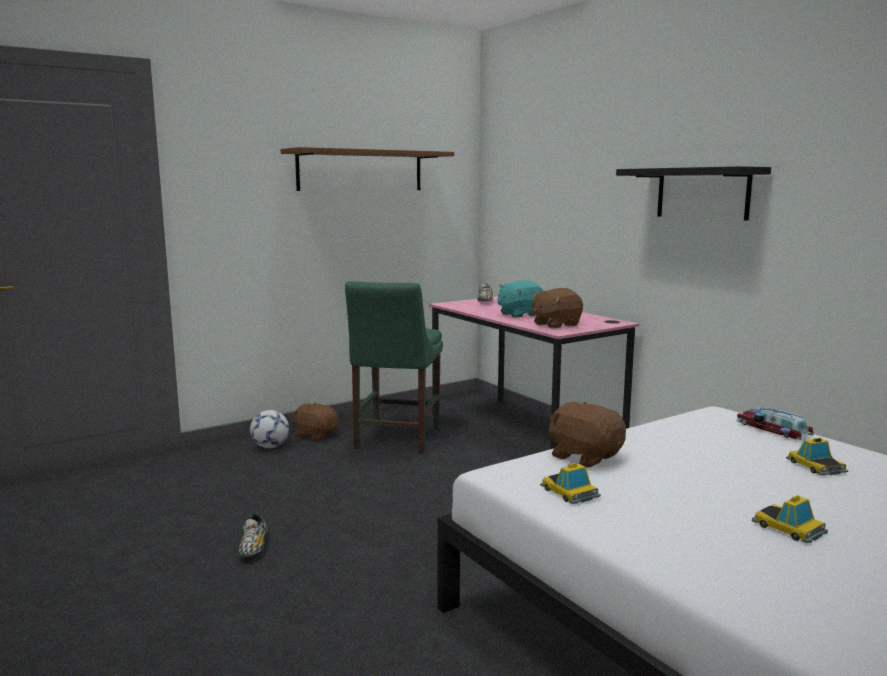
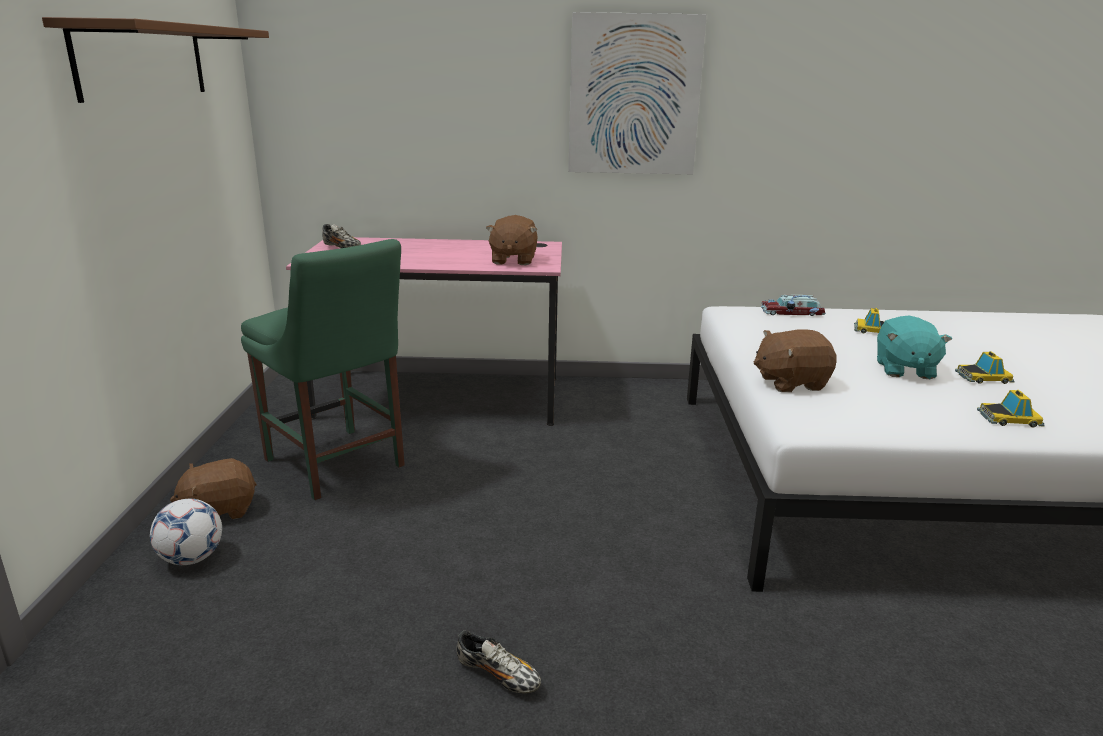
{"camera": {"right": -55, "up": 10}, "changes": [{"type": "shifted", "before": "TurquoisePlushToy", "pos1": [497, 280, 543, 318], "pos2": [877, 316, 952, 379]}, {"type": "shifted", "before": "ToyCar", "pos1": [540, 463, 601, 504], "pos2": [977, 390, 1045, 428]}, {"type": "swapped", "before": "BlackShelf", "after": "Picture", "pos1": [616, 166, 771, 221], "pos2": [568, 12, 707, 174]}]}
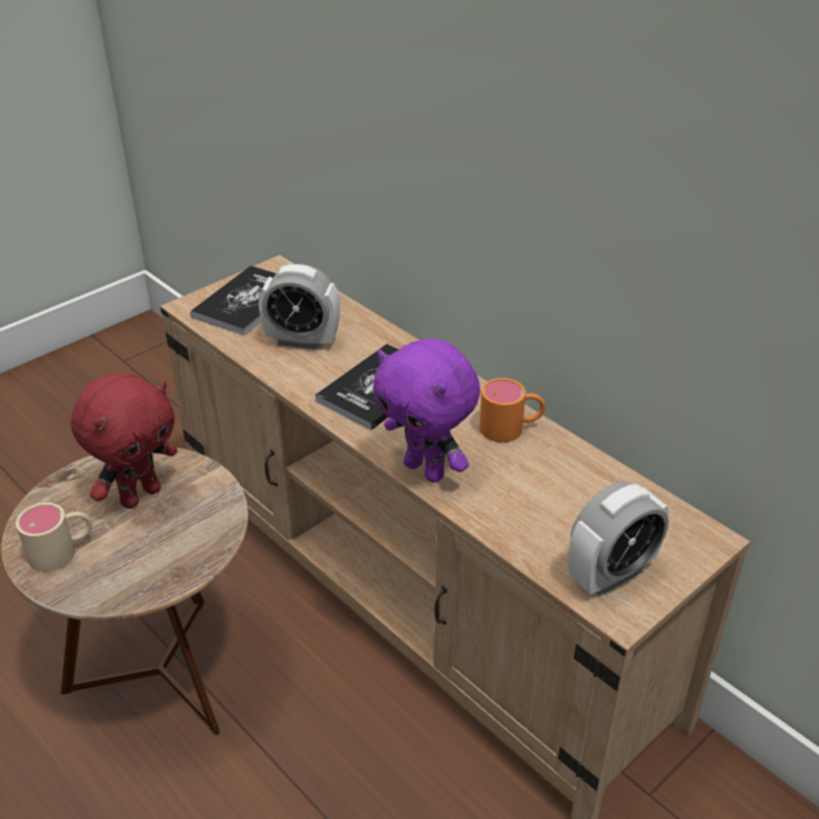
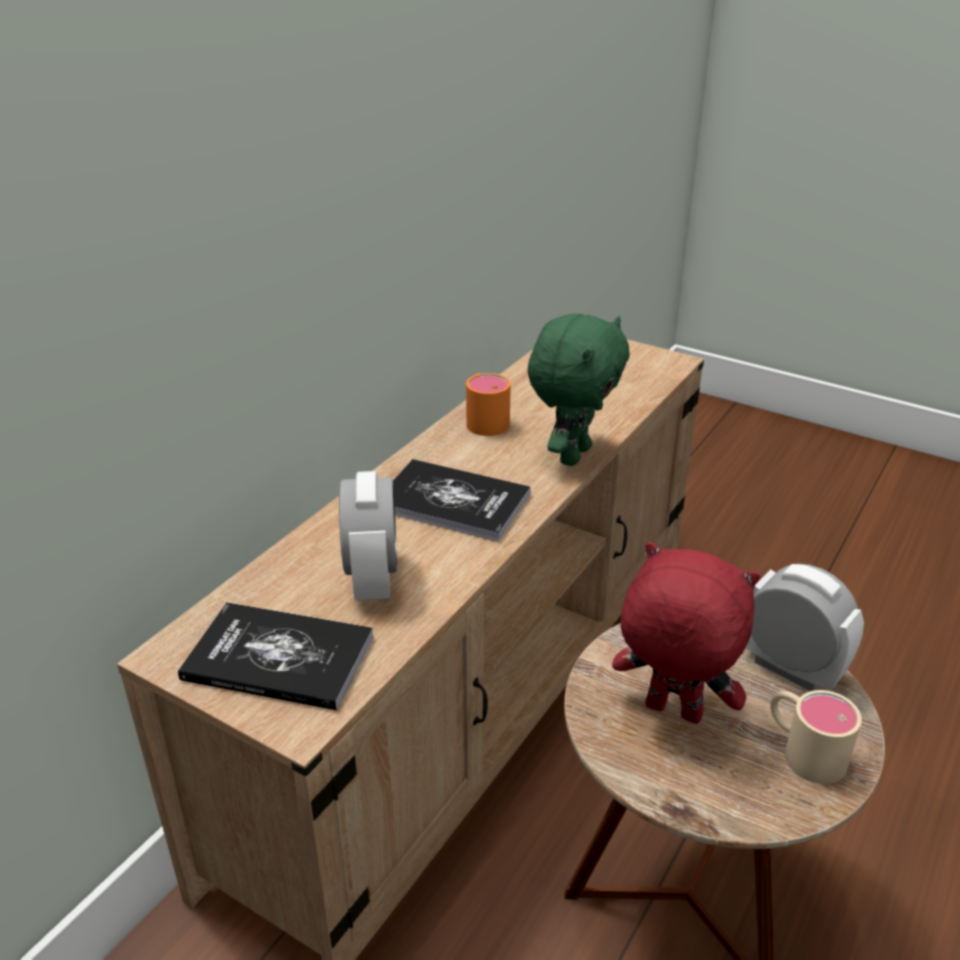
{"camera": {"right": -105, "up": -5}, "changes": [{"type": "repainted", "before": "PurplePlushToy", "after": "GreenPlushToy", "pos1": [373, 339, 480, 483], "pos2": [527, 313, 630, 466]}, {"type": "shifted", "before": "AlarmClock", "pos1": [568, 482, 669, 596], "pos2": [746, 564, 864, 691]}]}
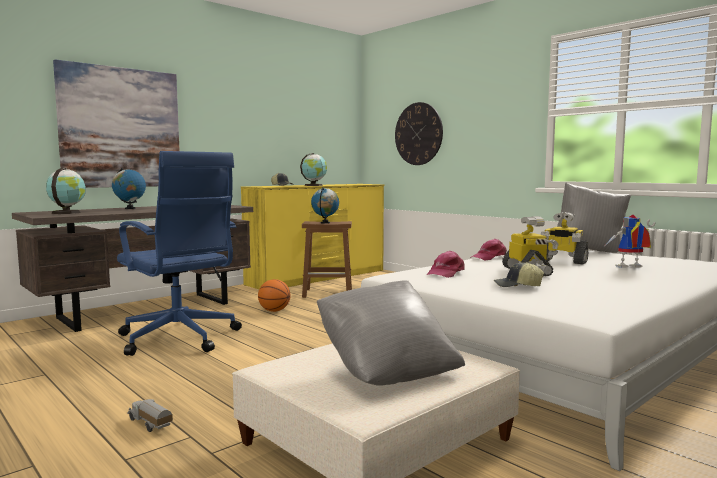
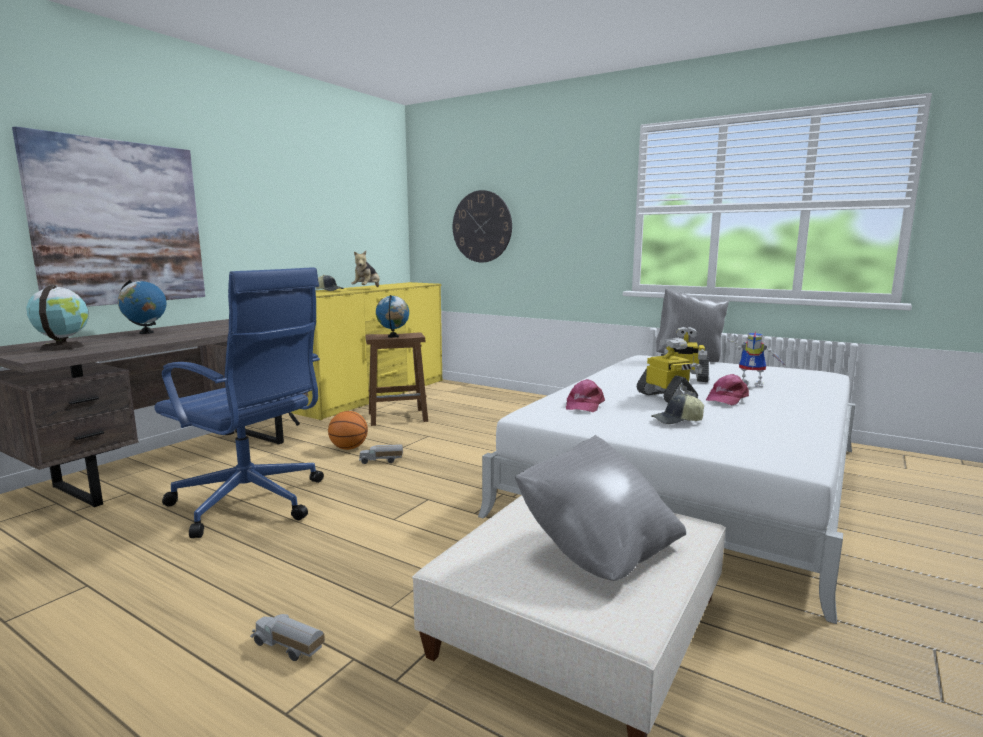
{"camera": {"right": -15, "up": 5}, "changes": [{"type": "swapped", "before": "Globe", "after": "PlushToy", "pos1": [300, 153, 327, 186], "pos2": [351, 251, 380, 287]}, {"type": "shifted", "before": "PinkCap", "pos1": [471, 239, 507, 260], "pos2": [706, 374, 749, 405]}, {"type": "rotated", "before": "ToyRobot", "pos1": [605, 215, 655, 268], "pos2": [727, 330, 786, 387], "turn": -135}, {"type": "new", "after": "ToyTruck", "pos2": [359, 444, 403, 464]}]}
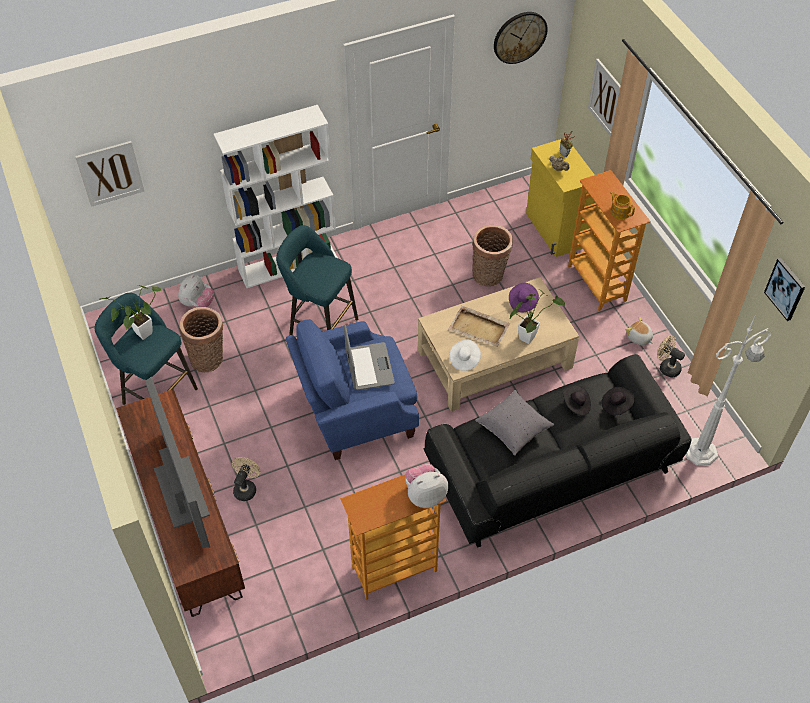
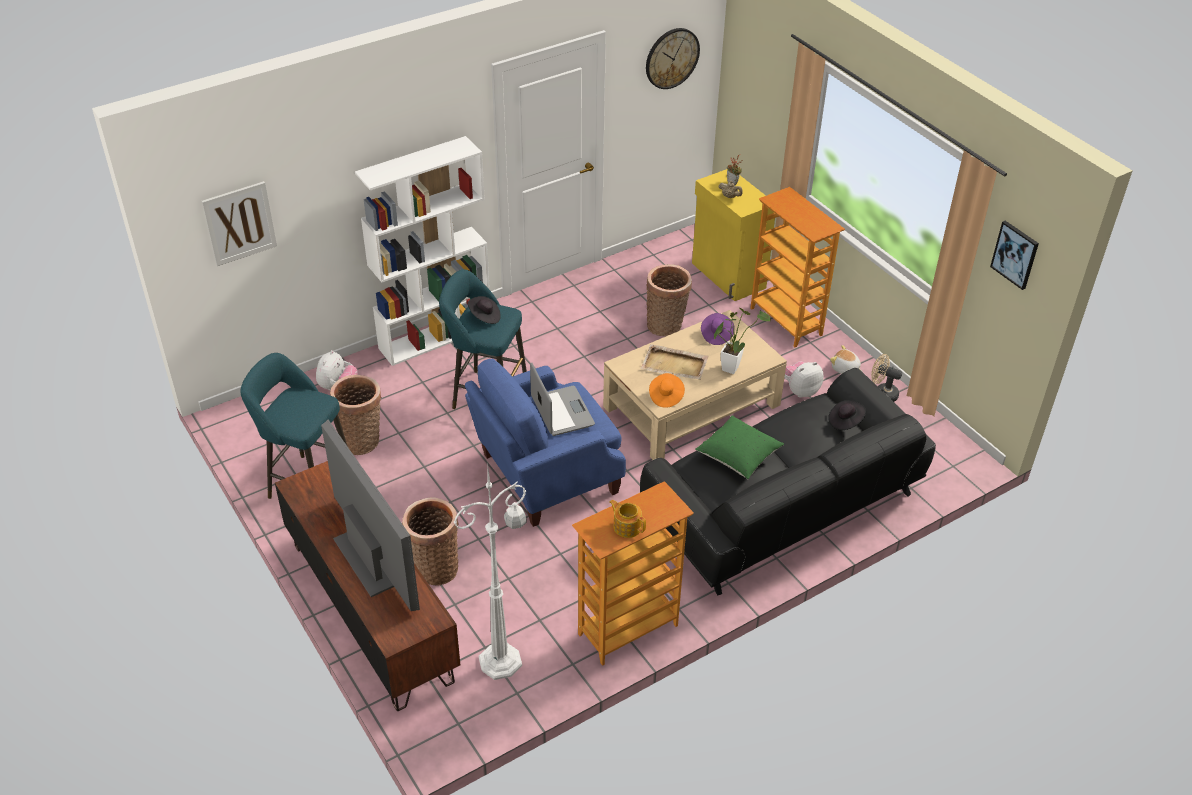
{"camera": {"right": -10, "up": -10}, "changes": [{"type": "gone", "before": "PottedPlant", "pos1": [100, 285, 161, 340]}, {"type": "swapped", "before": "BeigeFan", "after": "Basket", "pos1": [232, 457, 260, 501], "pos2": [402, 498, 459, 586]}, {"type": "shifted", "before": "PlushToy", "pos1": [405, 464, 448, 508], "pos2": [784, 361, 824, 398]}, {"type": "repainted", "before": "WhiteHat", "after": "OrangeHat", "pos1": [450, 339, 481, 371], "pos2": [649, 373, 685, 408]}, {"type": "repainted", "before": "GreyPillow", "after": "GreenPillow", "pos1": [476, 390, 554, 456], "pos2": [695, 415, 784, 479]}, {"type": "shifted", "before": "BlackHat", "pos1": [563, 385, 591, 416], "pos2": [468, 296, 501, 324]}, {"type": "gone", "before": "Picture", "pos1": [588, 59, 621, 137]}, {"type": "shifted", "before": "Teapot", "pos1": [610, 191, 635, 219], "pos2": [609, 500, 646, 538]}, {"type": "shifted", "before": "WhiteFloorLamp", "pos1": [686, 315, 771, 466], "pos2": [454, 469, 527, 680]}]}
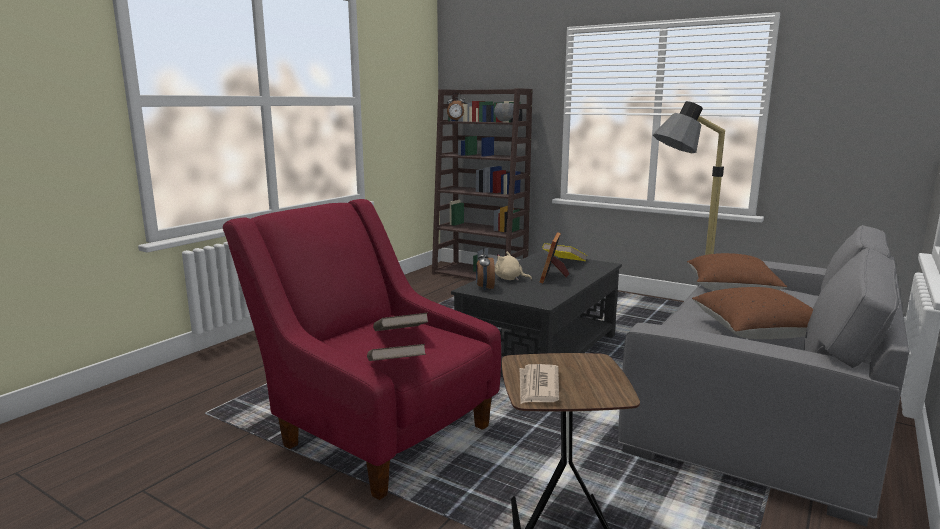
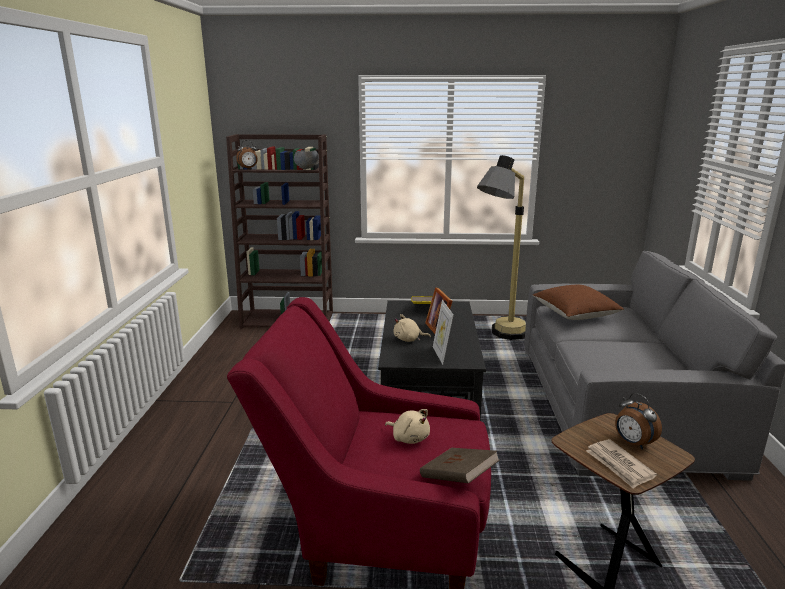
{"camera": {"right": -30, "up": 5}, "changes": [{"type": "swapped", "before": "BrownBook", "after": "BeigePlushToy", "pos1": [373, 313, 429, 331], "pos2": [385, 409, 430, 444]}, {"type": "shifted", "before": "AlarmClock", "pos1": [476, 247, 495, 291], "pos2": [615, 393, 662, 450]}, {"type": "gone", "before": "BrownPillow", "pos1": [692, 287, 813, 339]}, {"type": "new", "after": "PictureFrame", "pos2": [433, 300, 454, 365]}]}
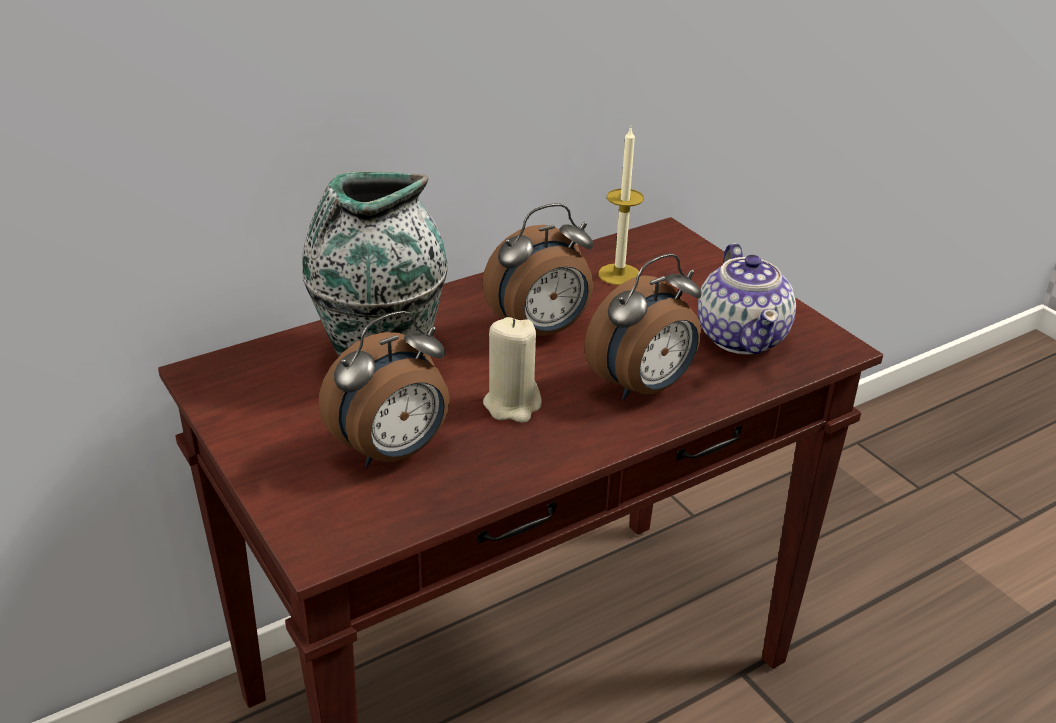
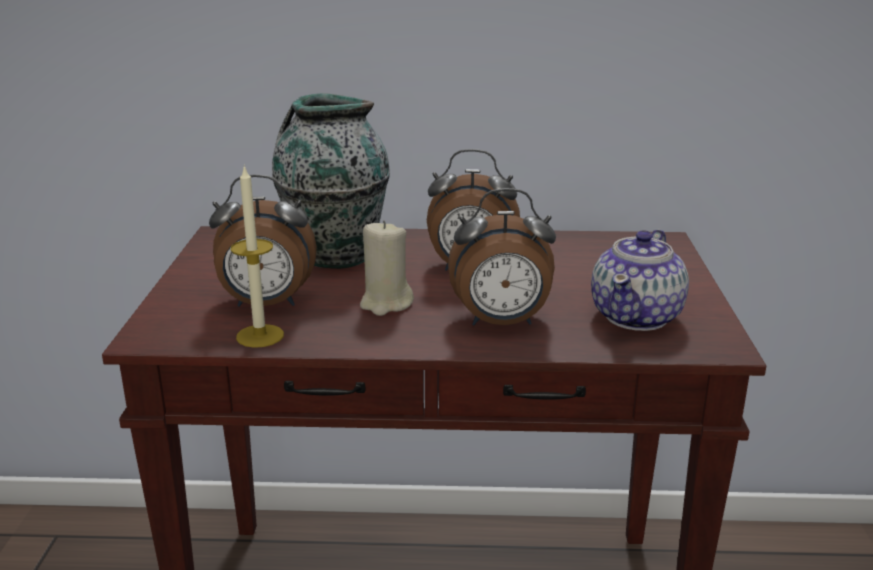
{"camera": {"right": 35, "up": -10}, "changes": [{"type": "shifted", "before": "Candle", "pos1": [599, 126, 644, 285], "pos2": [230, 165, 284, 348]}]}
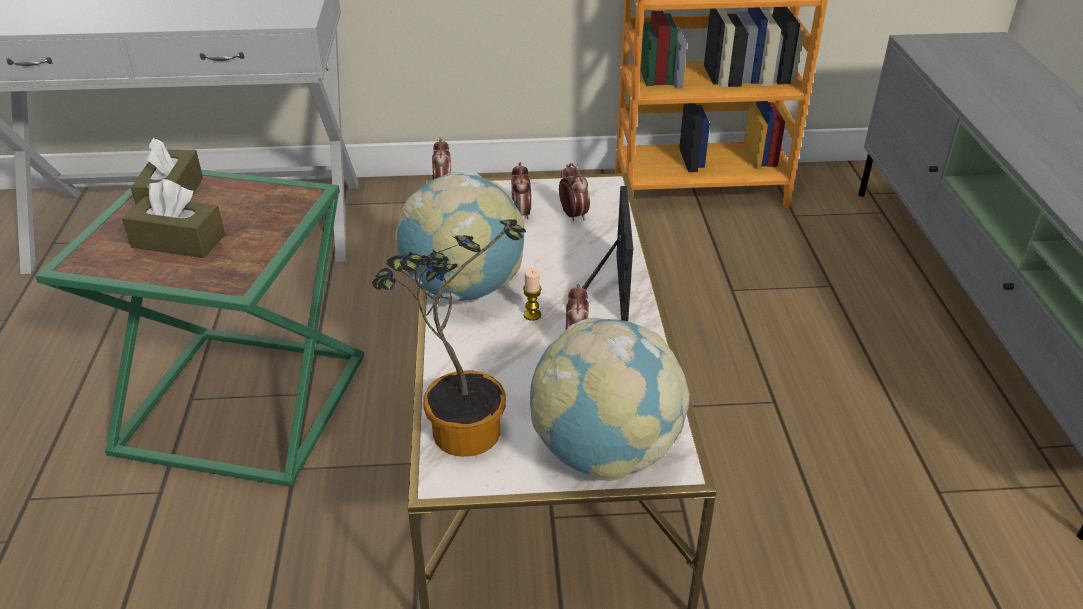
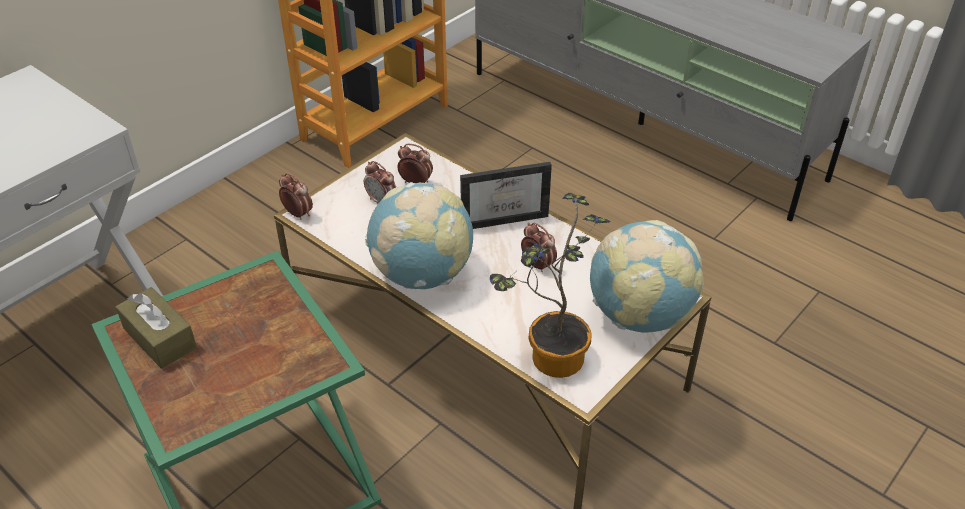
{"camera": {"right": -45, "up": 5}, "changes": [{"type": "gone", "before": "BrownTissueBox", "pos1": [122, 179, 225, 258]}, {"type": "gone", "before": "Candle", "pos1": [523, 268, 541, 321]}, {"type": "rotated", "before": "PictureFrame", "pos1": [582, 186, 633, 321], "pos2": [460, 162, 552, 229], "turn": 120}]}
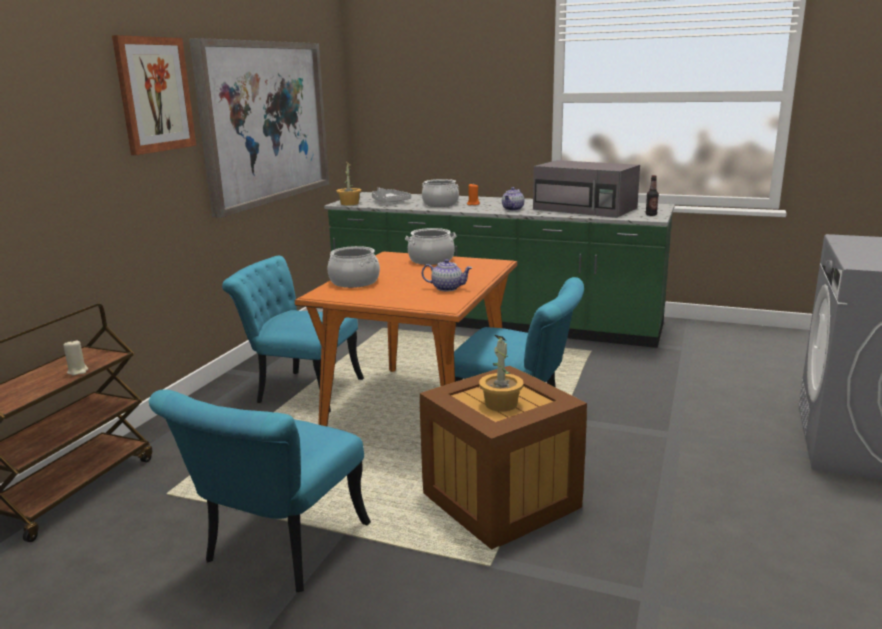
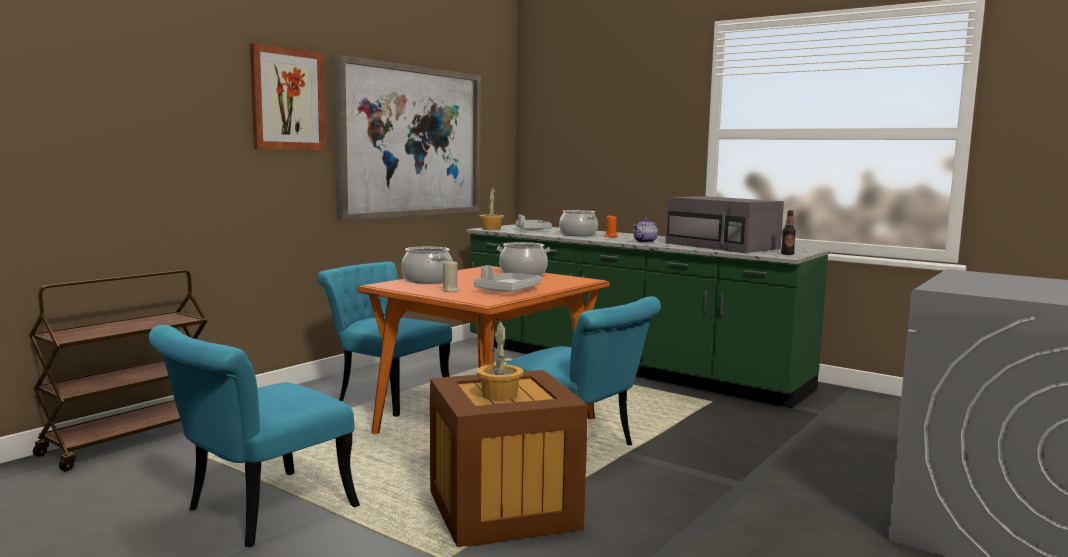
{"camera": {"right": 15, "up": -10}, "changes": [{"type": "shifted", "before": "BeigeCandle", "pos1": [63, 340, 88, 375], "pos2": [442, 259, 460, 292]}, {"type": "swapped", "before": "Teapot", "after": "GreyTray", "pos1": [422, 259, 472, 291], "pos2": [474, 265, 542, 292]}]}
